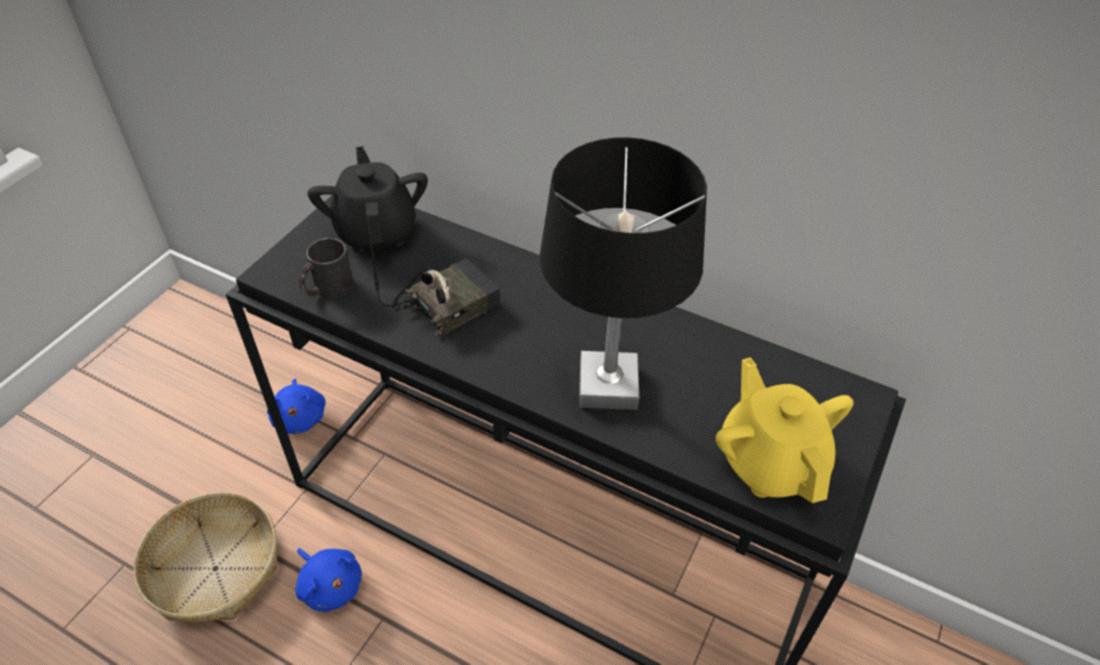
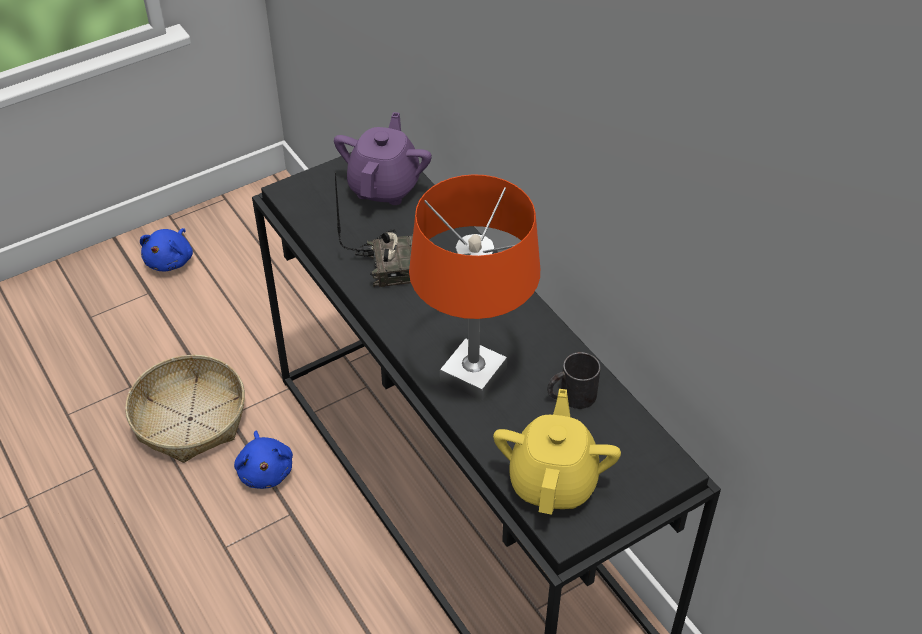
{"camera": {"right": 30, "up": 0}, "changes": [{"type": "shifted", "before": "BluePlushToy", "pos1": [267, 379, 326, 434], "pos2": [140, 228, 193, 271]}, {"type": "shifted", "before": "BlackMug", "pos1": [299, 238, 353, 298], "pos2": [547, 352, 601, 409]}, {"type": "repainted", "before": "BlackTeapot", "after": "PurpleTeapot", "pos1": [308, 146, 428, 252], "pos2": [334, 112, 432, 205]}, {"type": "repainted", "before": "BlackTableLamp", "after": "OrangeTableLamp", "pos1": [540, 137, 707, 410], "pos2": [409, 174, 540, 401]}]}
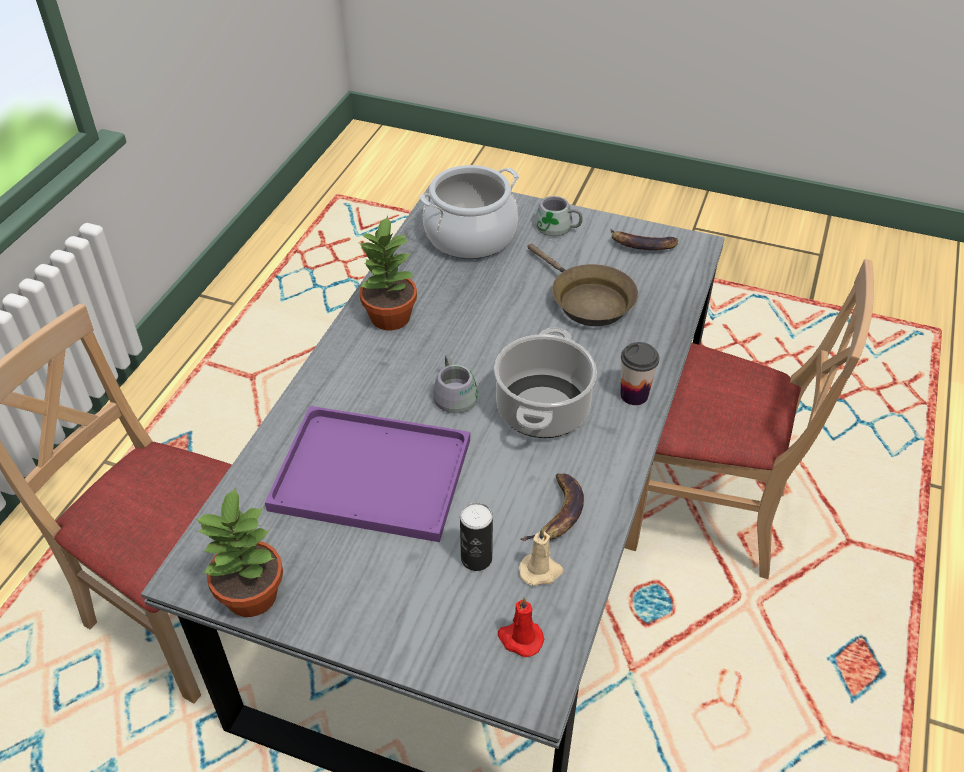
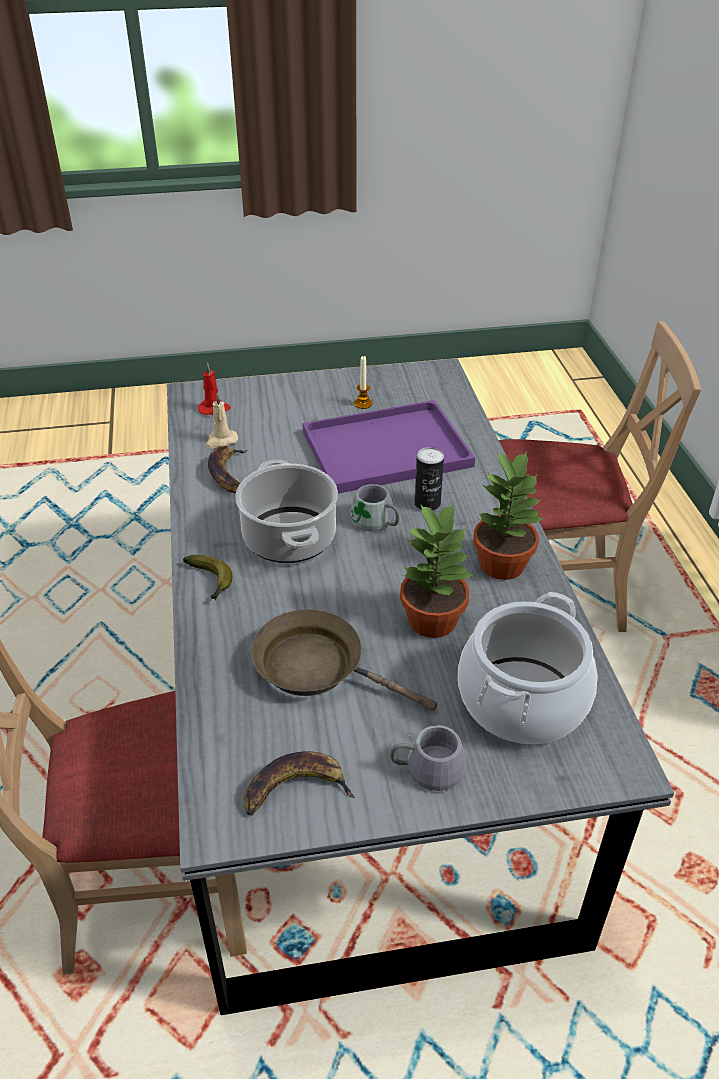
{"camera": {"right": 150, "up": -5}, "changes": [{"type": "shifted", "before": "PottedPlant", "pos1": [196, 486, 283, 617], "pos2": [400, 503, 474, 638]}, {"type": "shifted", "before": "Can", "pos1": [460, 502, 493, 571], "pos2": [414, 447, 444, 510]}, {"type": "swapped", "before": "Cup", "after": "Banana", "pos1": [620, 342, 659, 405], "pos2": [183, 555, 232, 600]}, {"type": "new", "after": "Candle", "pos2": [354, 356, 372, 409]}]}
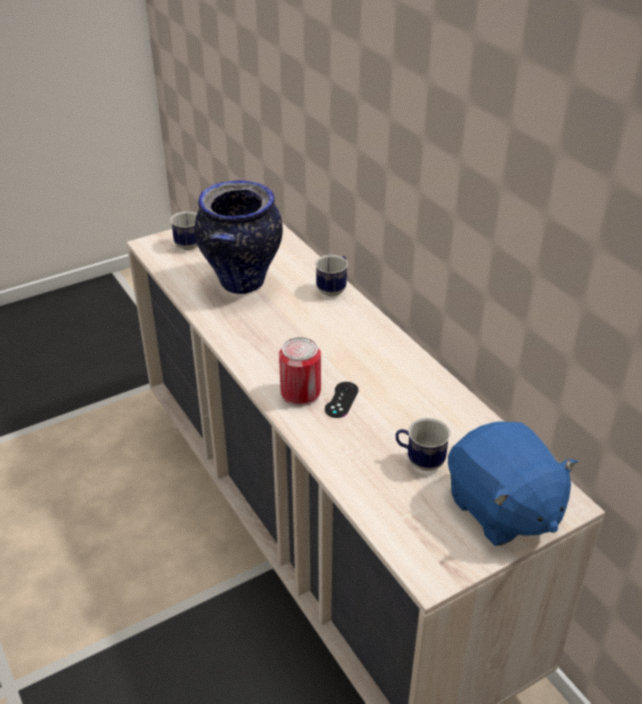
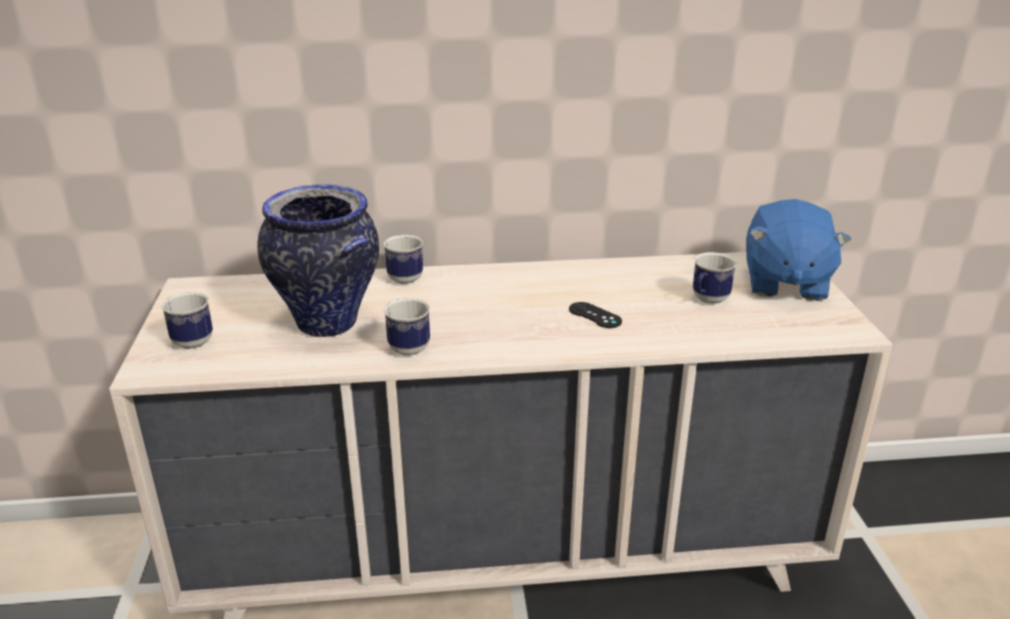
{"camera": {"right": -65, "up": -10}, "changes": [{"type": "gone", "before": "Can", "pos1": [279, 337, 321, 406]}, {"type": "rotated", "before": "BluePlushToy", "pos1": [448, 421, 578, 546], "pos2": [746, 199, 851, 301], "turn": 105}, {"type": "new", "after": "Mug", "pos2": [384, 298, 430, 356]}]}
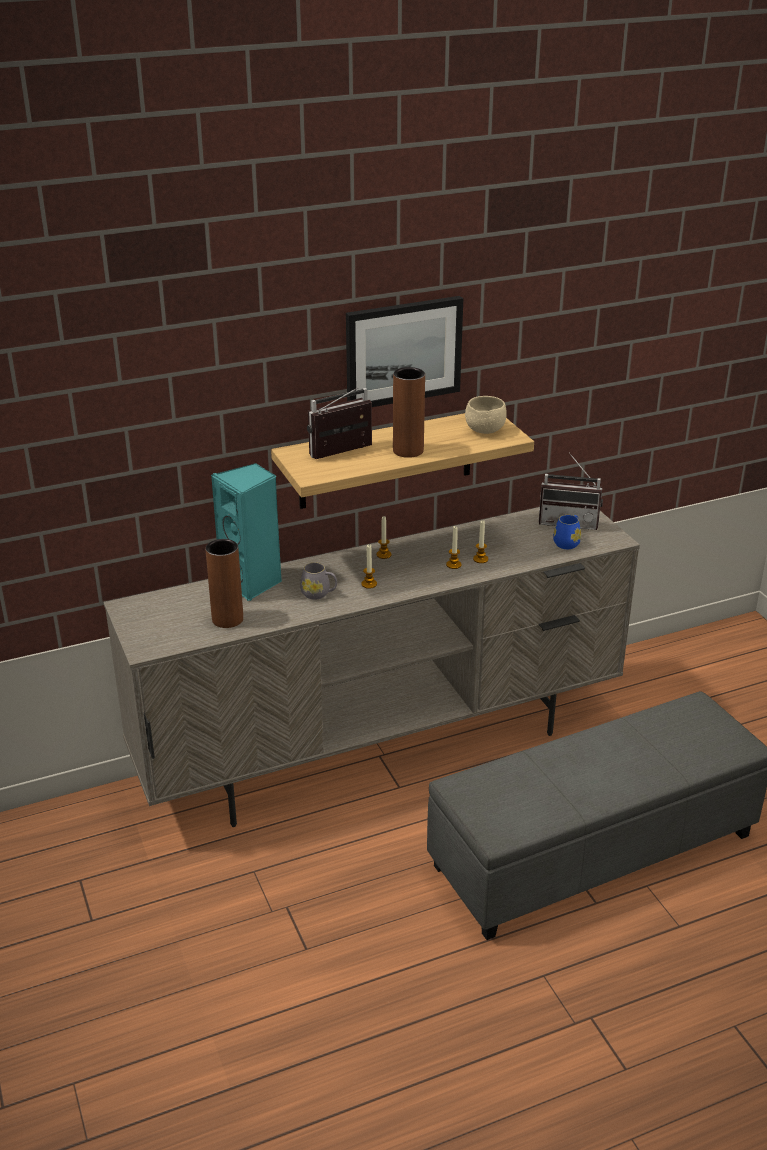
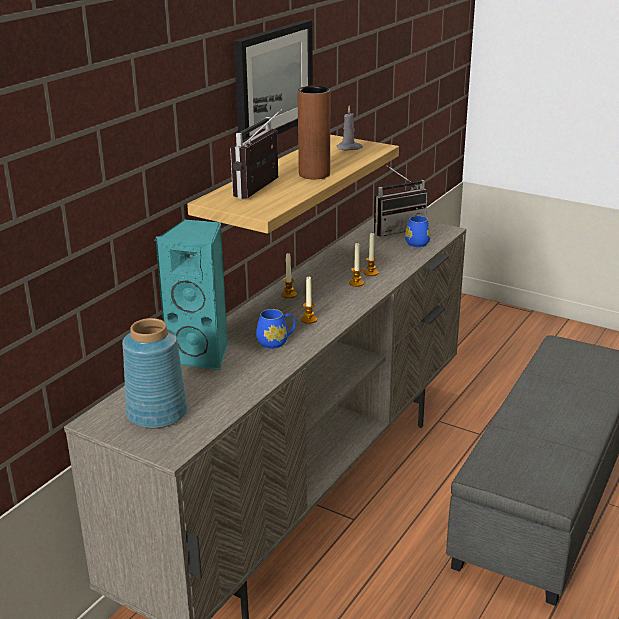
{"camera": {"right": -35, "up": -5}, "changes": [{"type": "gone", "before": "BrownVase", "pos1": [205, 539, 243, 628]}, {"type": "repainted", "before": "GreyMug", "after": "BlueMug", "pos1": [300, 562, 337, 600], "pos2": [256, 309, 296, 349]}, {"type": "swapped", "before": "BeigeBowl", "after": "GreyCandle", "pos1": [465, 396, 507, 434], "pos2": [336, 105, 363, 150]}, {"type": "new", "after": "BlueVase", "pos2": [123, 318, 188, 429]}]}
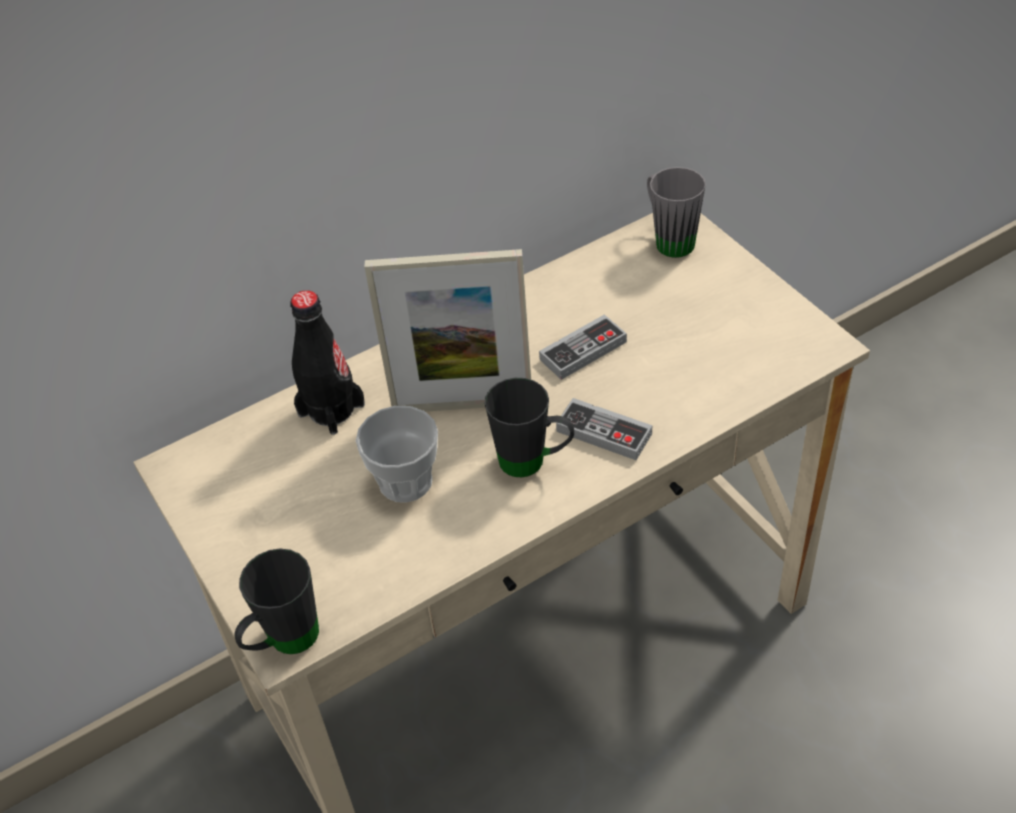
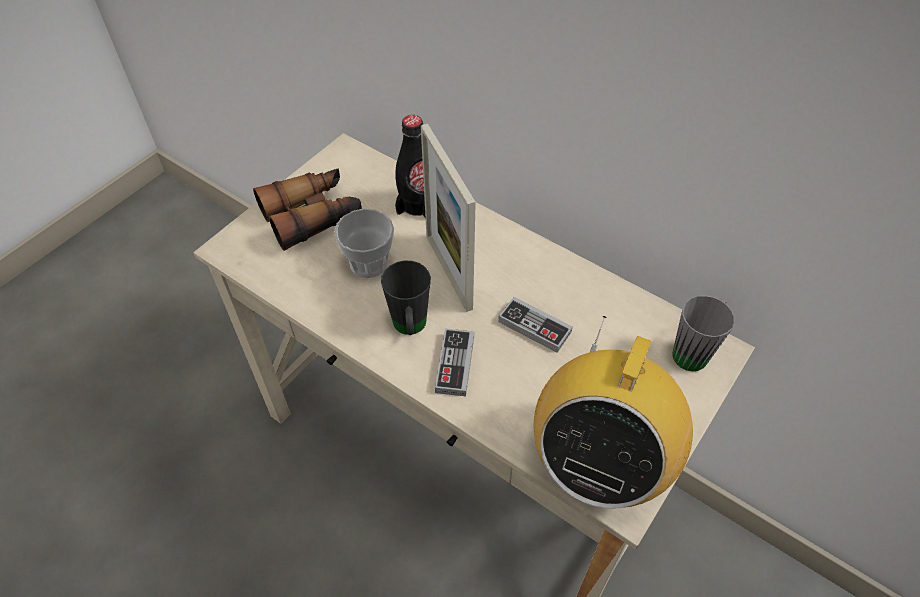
{"camera": {"right": 65, "up": 5}, "changes": [{"type": "gone", "before": "BlackMug", "pos1": [235, 549, 319, 654]}, {"type": "new", "after": "Binoculars", "pos2": [253, 168, 362, 251]}, {"type": "new", "after": "Radio", "pos2": [533, 316, 693, 509]}]}
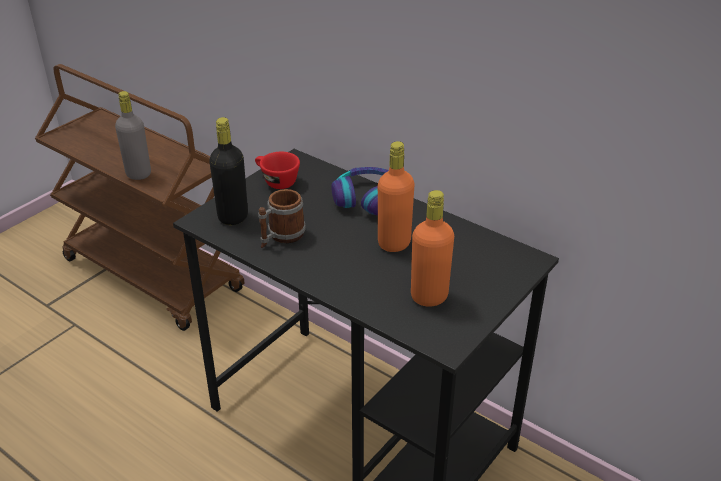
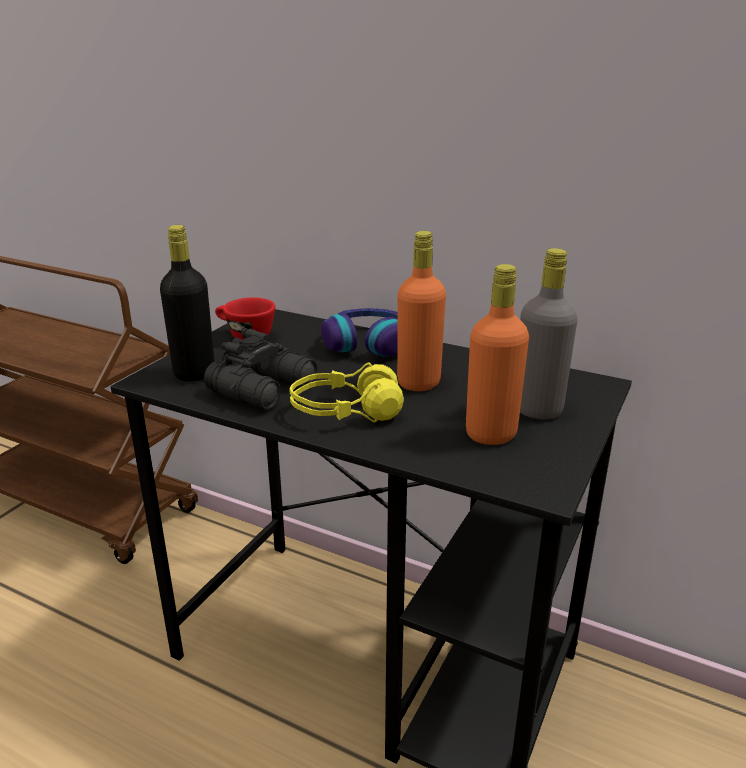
{"camera": {"right": -10, "up": -10}, "changes": [{"type": "shifted", "before": "GreyBottle", "pos1": [115, 91, 151, 180], "pos2": [520, 248, 578, 420]}, {"type": "swapped", "before": "Mug", "after": "BlackBinoculars", "pos1": [258, 189, 306, 248], "pos2": [204, 328, 317, 410]}, {"type": "new", "after": "YellowHeadphones", "pos2": [289, 362, 404, 423]}]}
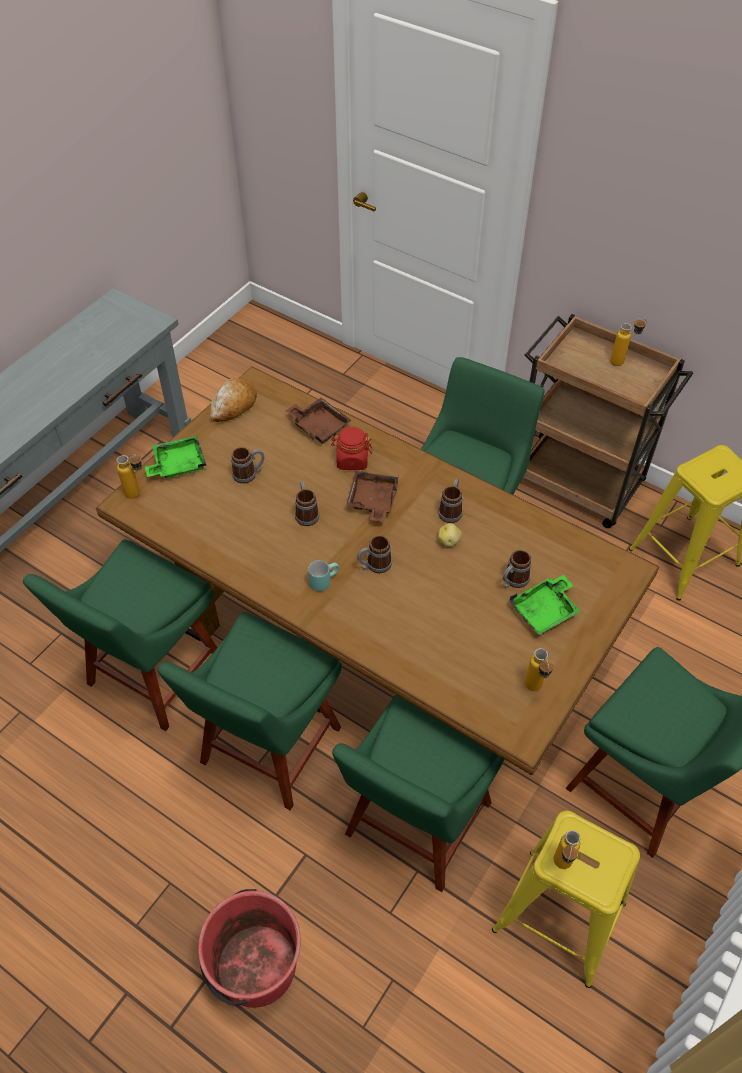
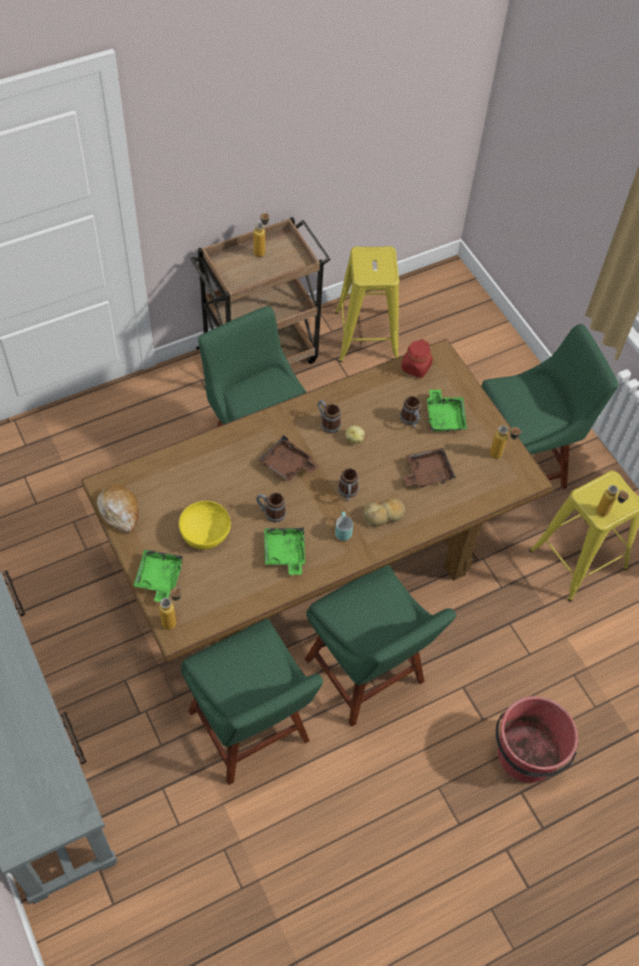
{"camera": {"right": -65, "up": 5}, "changes": [{"type": "swapped", "before": "Mug", "after": "YellowBowl", "pos1": [231, 447, 265, 484], "pos2": [179, 501, 231, 550]}, {"type": "shifted", "before": "BrownTray", "pos1": [286, 398, 352, 444], "pos2": [403, 448, 456, 487]}, {"type": "shifted", "before": "RedJar", "pos1": [331, 427, 372, 470], "pos2": [401, 339, 433, 378]}, {"type": "gone", "before": "GreenChair", "pos1": [332, 695, 504, 892]}, {"type": "new", "after": "GreenTray", "pos2": [264, 527, 305, 575]}, {"type": "new", "after": "Bread", "pos2": [363, 498, 405, 526]}]}
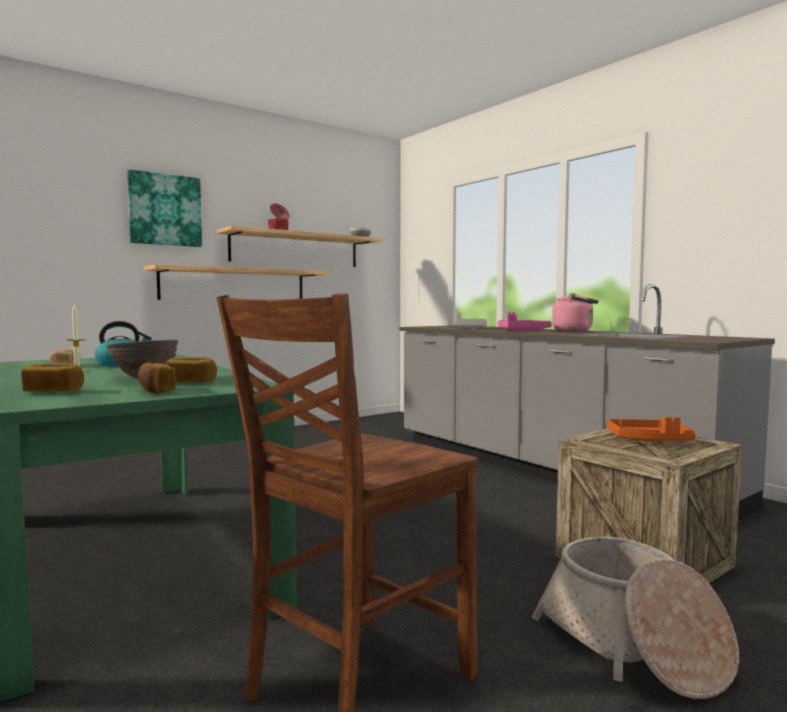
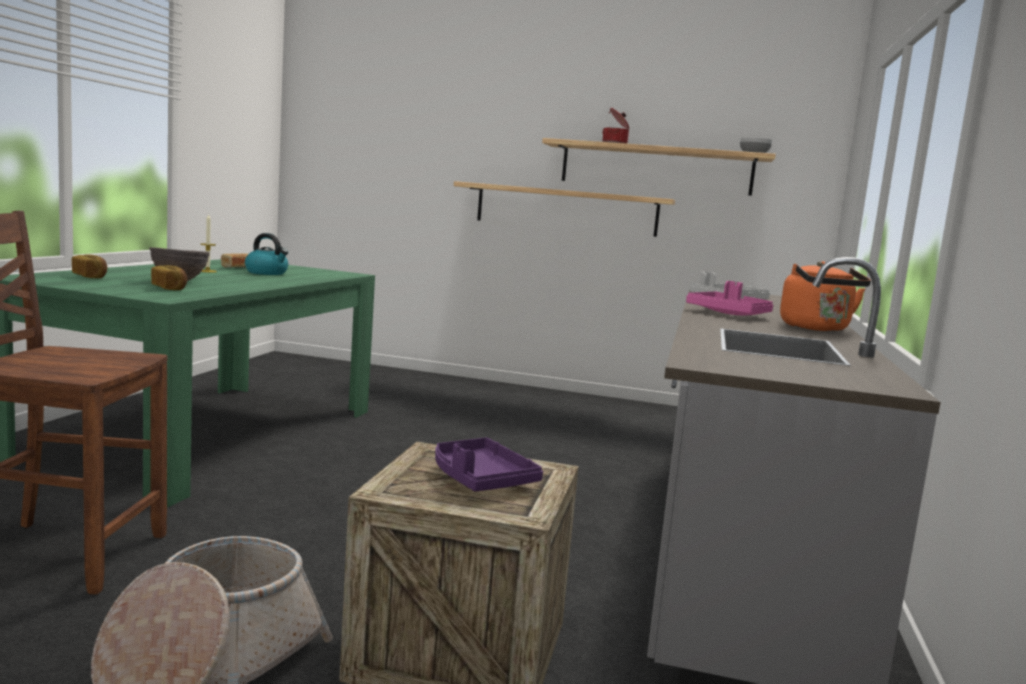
{"camera": {"right": 50, "up": 5}, "changes": [{"type": "gone", "before": "Picture", "pos1": [127, 169, 202, 247]}, {"type": "gone", "before": "Bread", "pos1": [138, 362, 176, 393]}, {"type": "repainted", "before": "PinkKettle", "after": "OrangeKettle", "pos1": [552, 293, 599, 331], "pos2": [780, 261, 871, 331]}, {"type": "repainted", "before": "OrangeTray", "after": "PurpleTray", "pos1": [607, 417, 696, 442], "pos2": [435, 438, 543, 491]}]}
